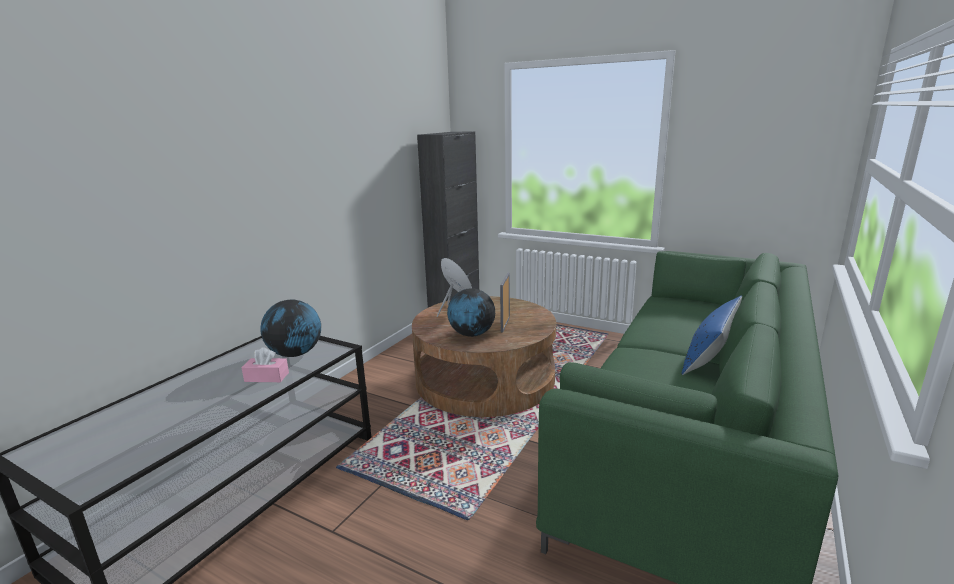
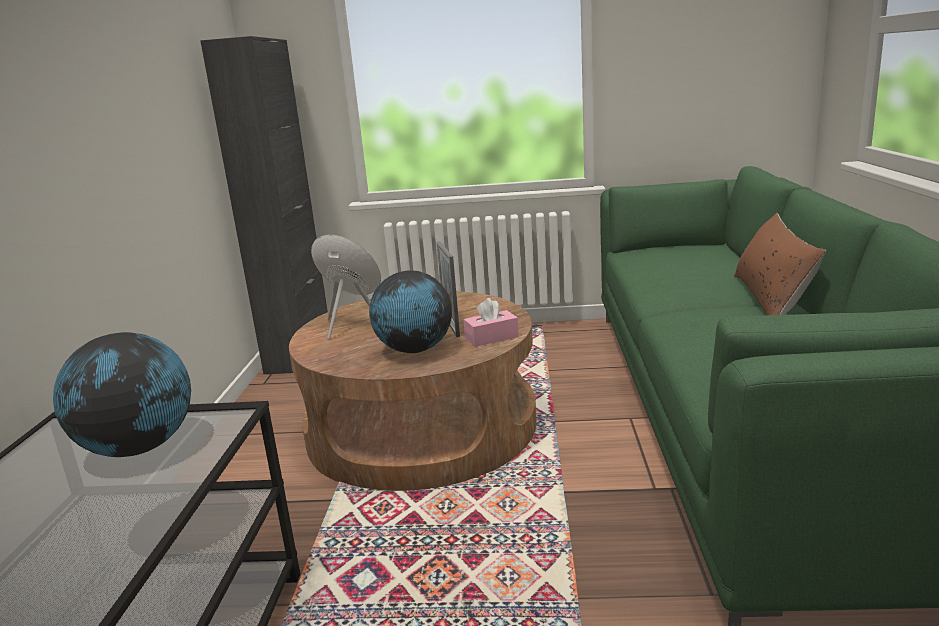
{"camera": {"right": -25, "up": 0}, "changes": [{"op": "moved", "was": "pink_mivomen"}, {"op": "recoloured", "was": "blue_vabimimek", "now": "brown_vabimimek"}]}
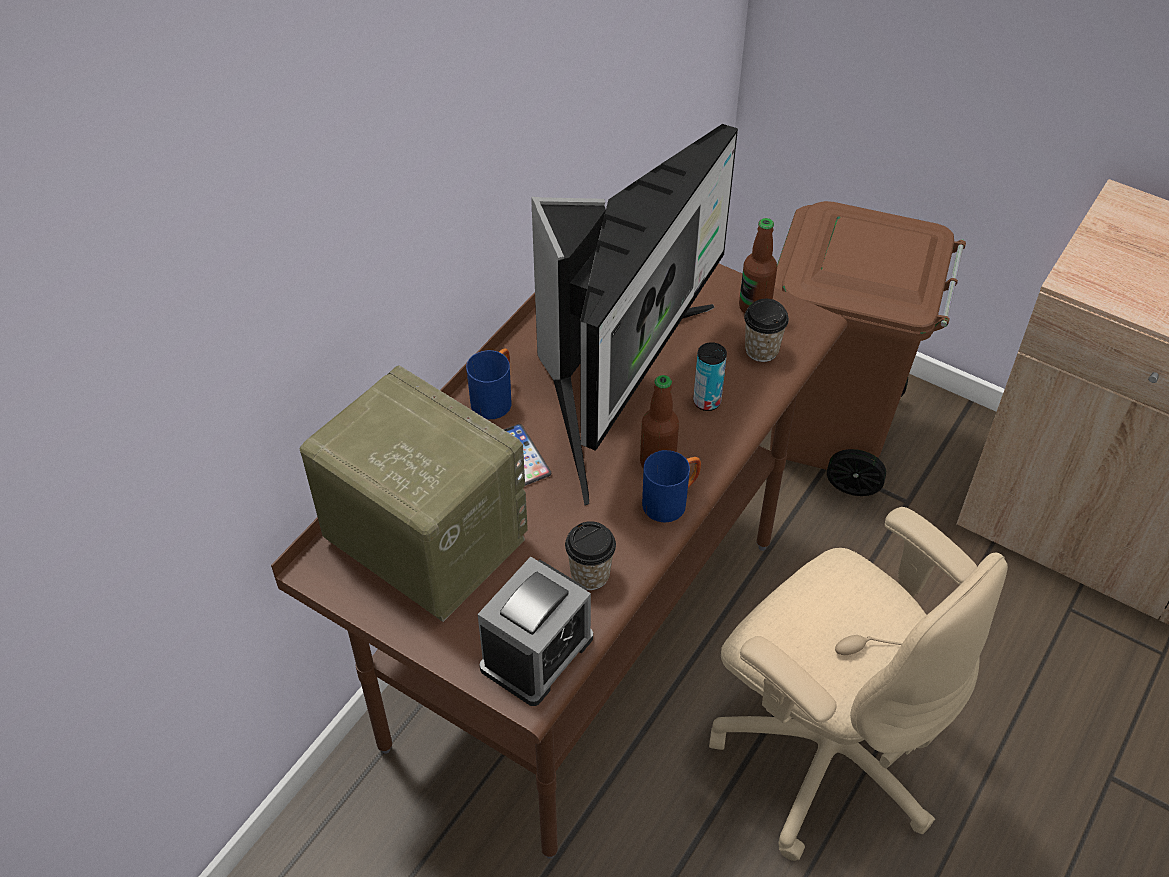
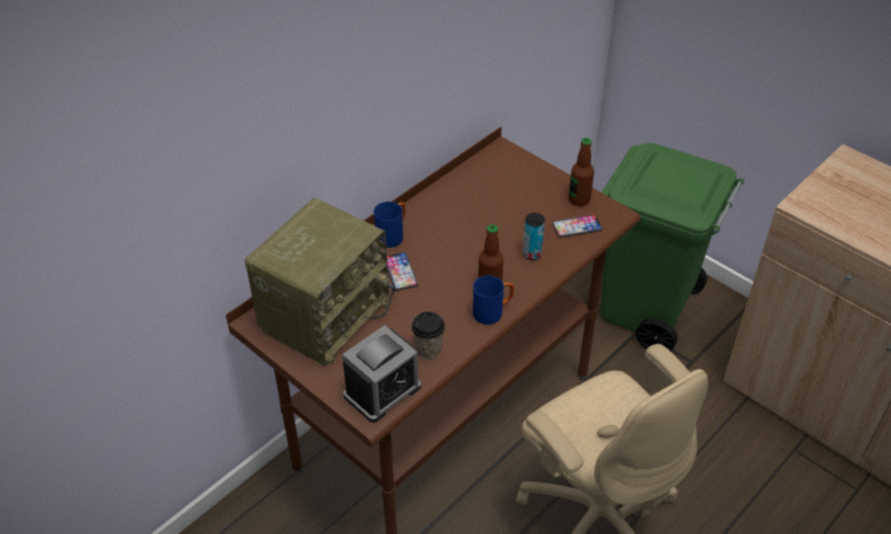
{"camera": {"right": 10, "up": -5}, "changes": [{"op": "removed", "was": "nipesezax"}, {"op": "replaced", "was": "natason (2nd from left)", "now": "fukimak (2nd from left)"}, {"op": "recoloured", "was": "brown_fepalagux", "now": "green_fepalagux"}, {"op": "turned", "was": "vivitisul", "clockwise": 75}]}
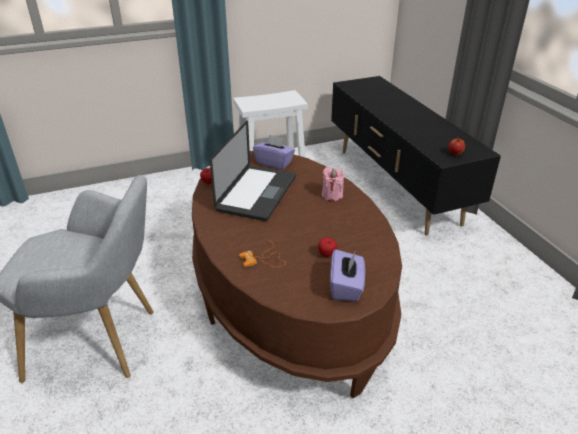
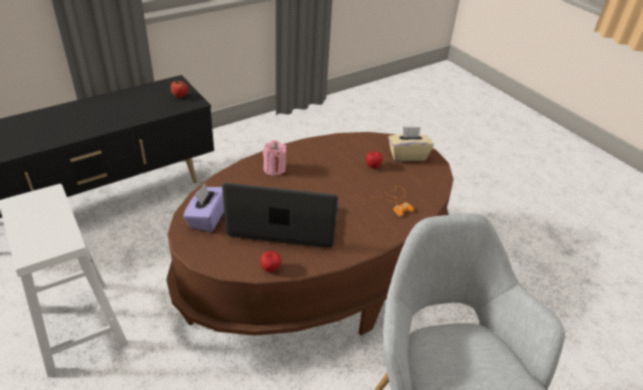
{"camera": {"right": -105, "up": 5}, "changes": [{"op": "recoloured", "was": "purple_mivomen (2nd from left)", "now": "beige_mivomen"}]}
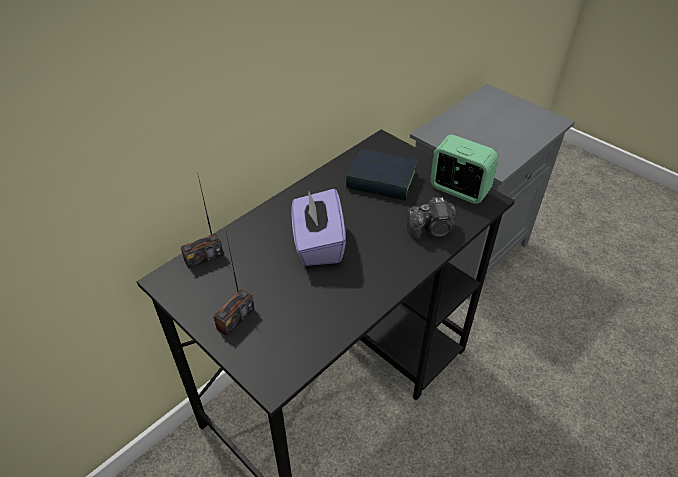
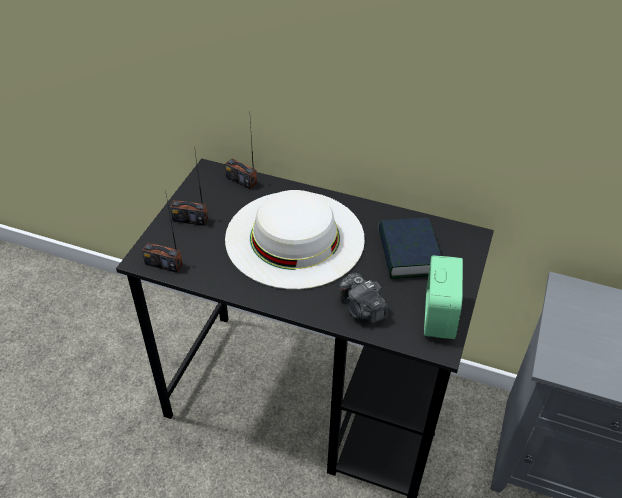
{"camera": {"right": 65, "up": 0}, "changes": [{"op": "added", "now": "vivitisul (1st from left)"}, {"op": "replaced", "was": "purple_mivomen", "now": "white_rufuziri"}]}
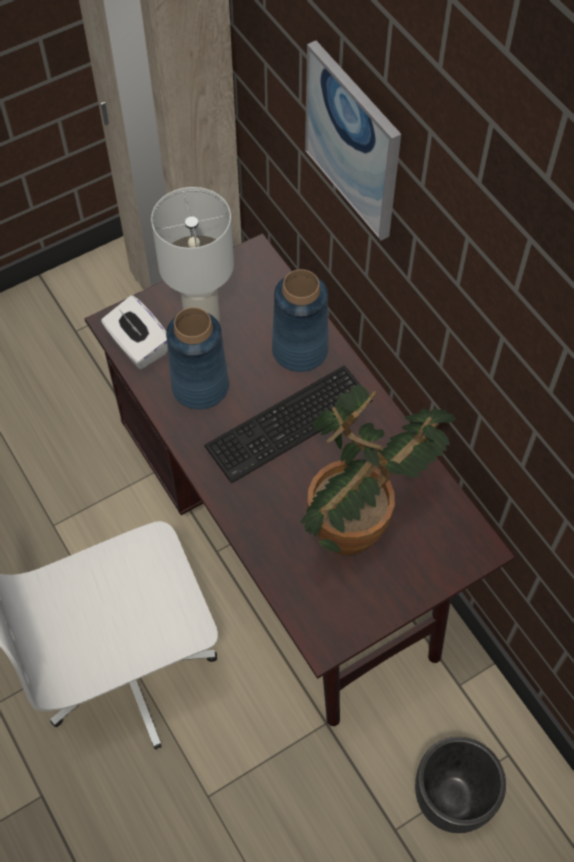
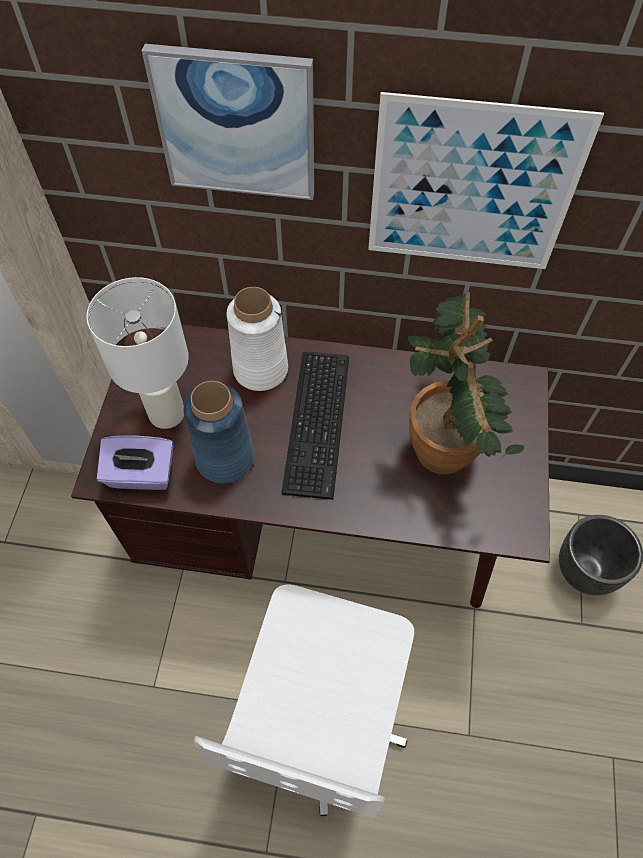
{"camera": {"right": -50, "up": 0}, "changes": [{"op": "added", "now": "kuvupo (2nd from left)"}, {"op": "recoloured", "was": "white_mivomen", "now": "purple_mivomen"}, {"op": "recoloured", "was": "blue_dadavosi (2nd from left)", "now": "white_dadavosi"}]}
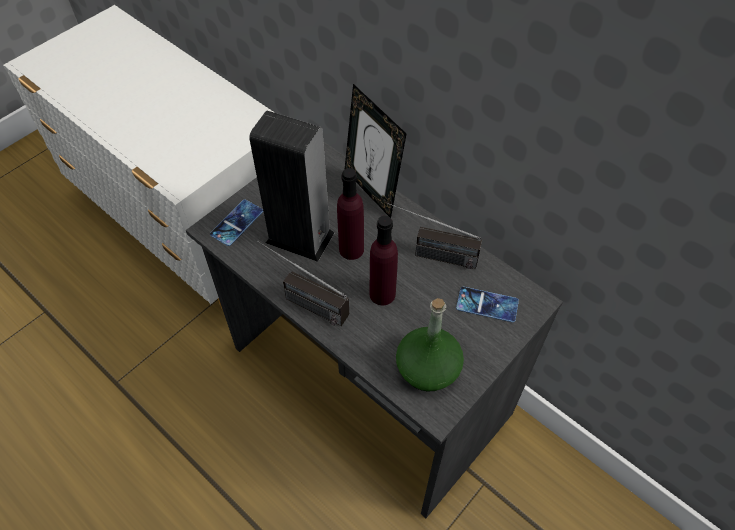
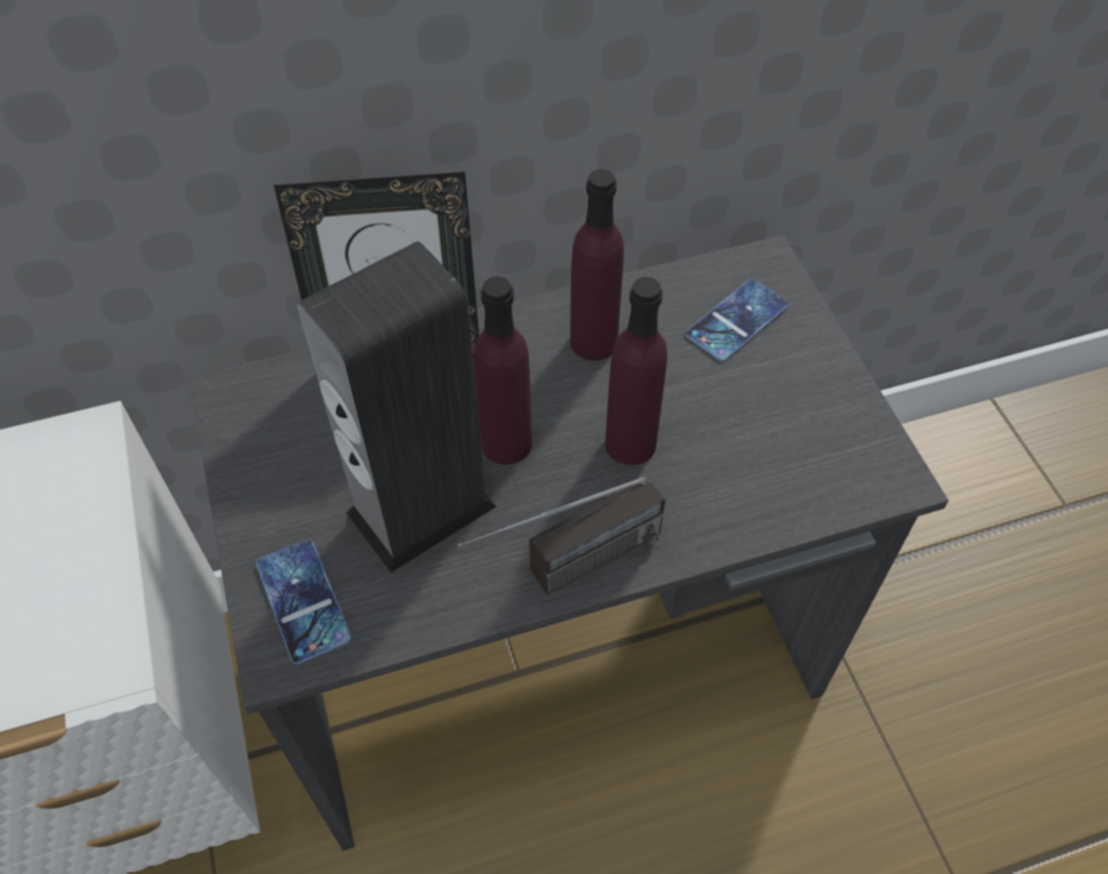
{"camera": {"right": -60, "up": 0}, "changes": [{"op": "removed", "was": "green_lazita"}, {"op": "replaced", "was": "vivitisul (2nd from left)", "now": "purple_lazita (2nd from left)"}]}
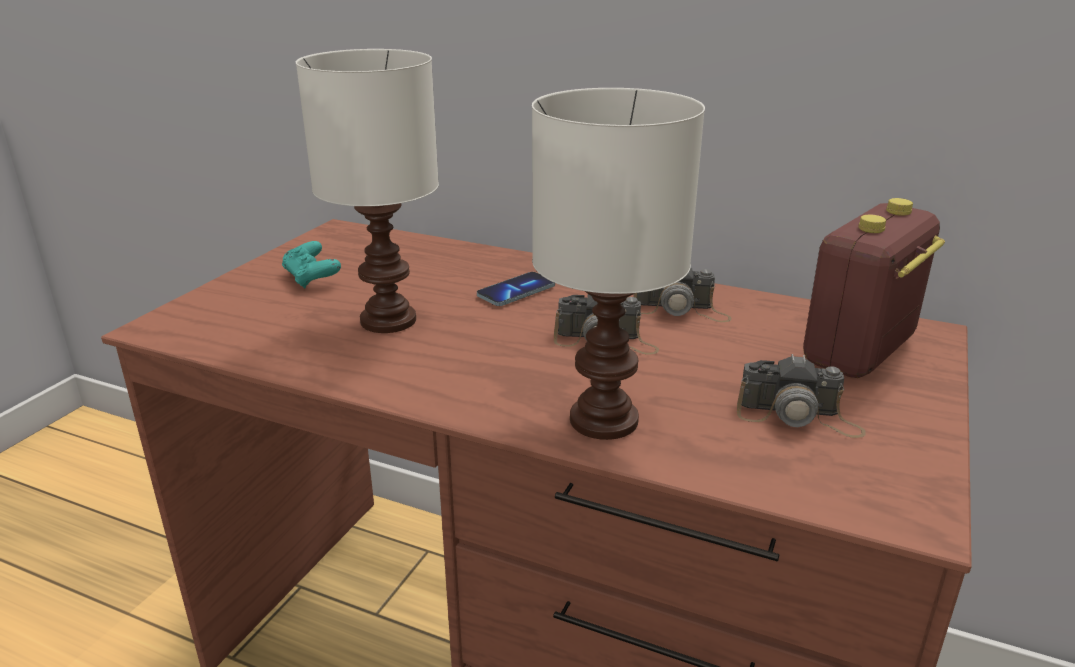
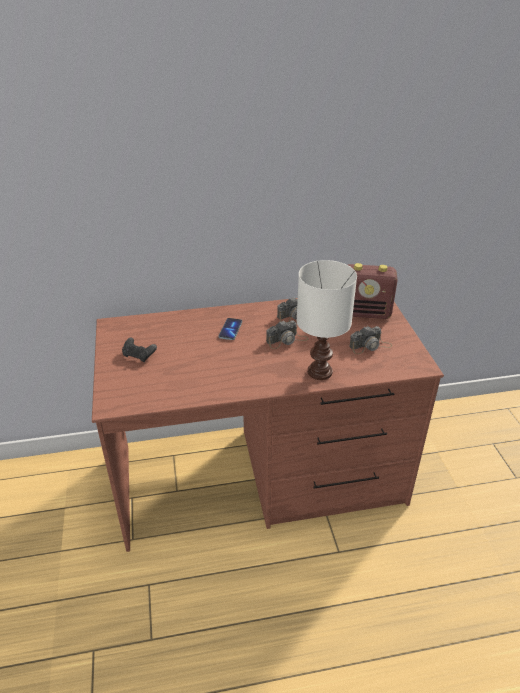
{"camera": {"right": -35, "up": 10}, "changes": [{"op": "removed", "was": "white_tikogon (1st from left)"}, {"op": "recoloured", "was": "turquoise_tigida", "now": "black_tigida"}, {"op": "turned", "was": "vivitisul", "clockwise": -90}]}
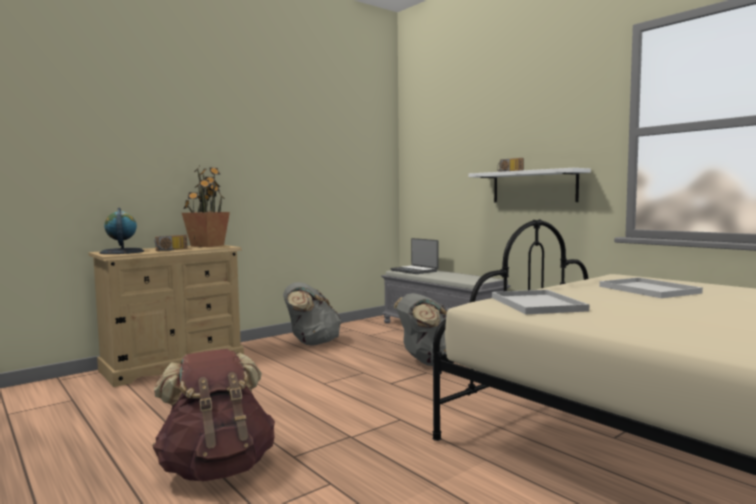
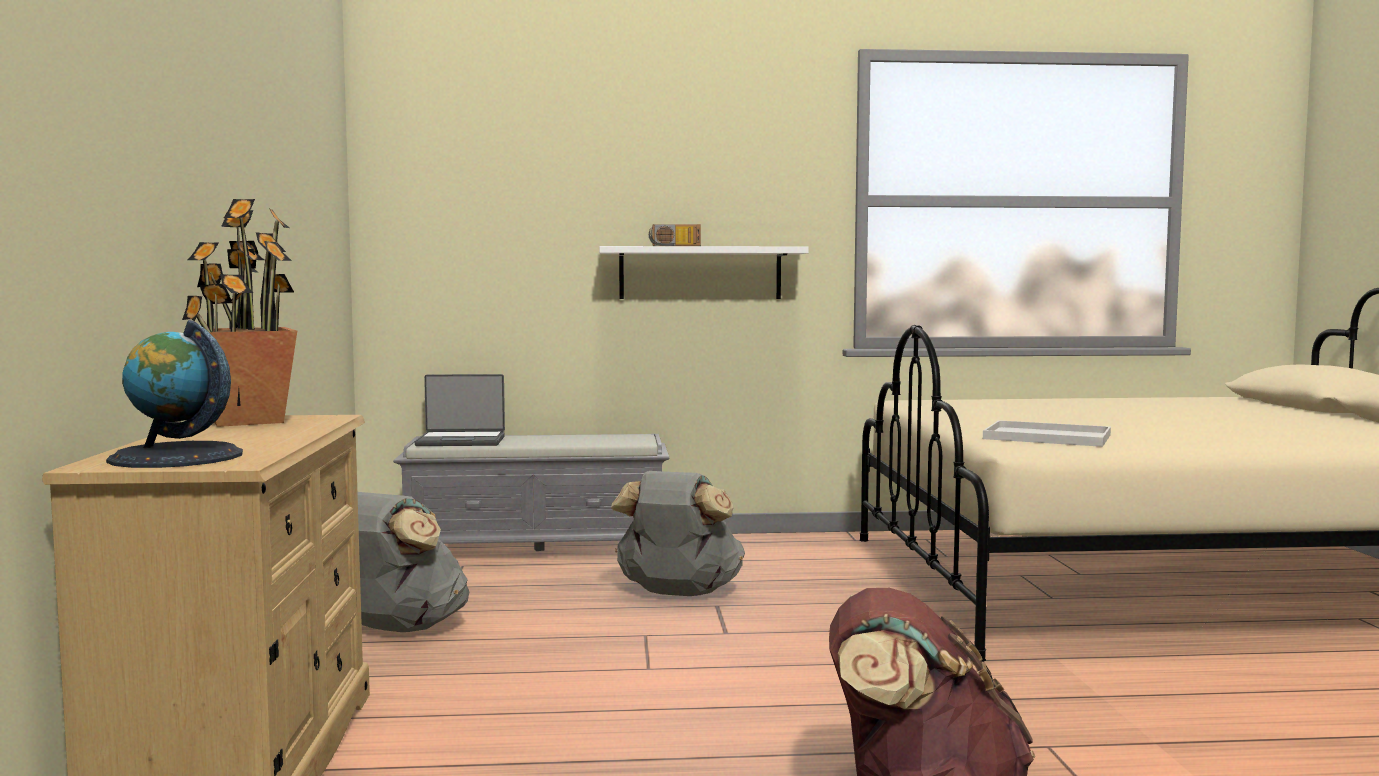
{"camera": {"right": -55, "up": 0}, "changes": [{"op": "removed", "was": "vivitisul (1st from left)"}, {"op": "removed", "was": "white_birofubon (2nd from left)"}]}
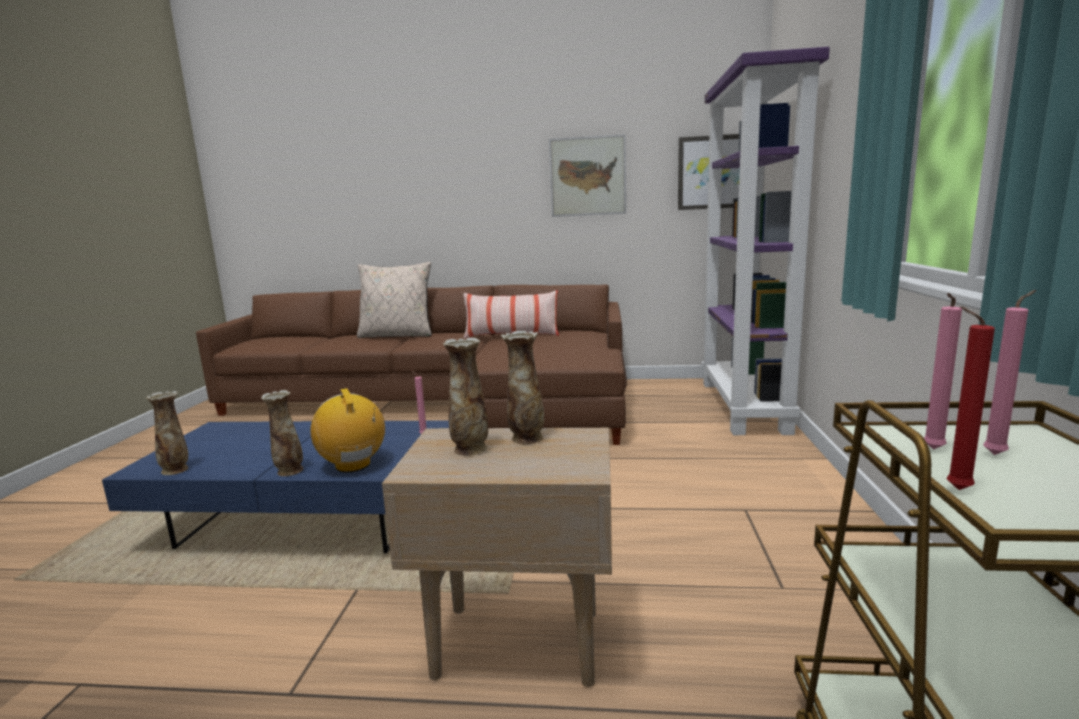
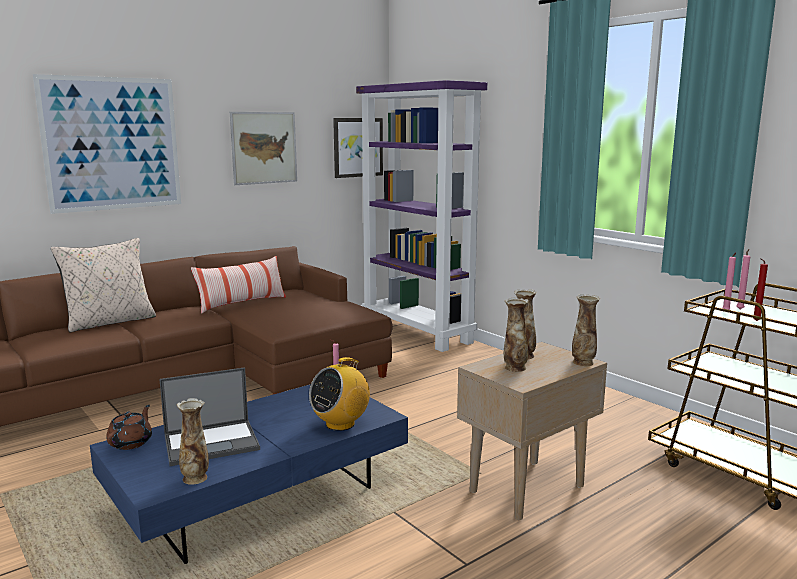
{"camera": {"right": -45, "up": 0}, "changes": [{"op": "added", "now": "kuvupo (1st from left)"}, {"op": "added", "now": "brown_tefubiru"}, {"op": "added", "now": "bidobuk"}, {"op": "moved", "was": "dadavosi (2nd from left in the first image)", "now": "dadavosi (4th from left)"}, {"op": "turned", "was": "vivitisul", "clockwise": -60}]}
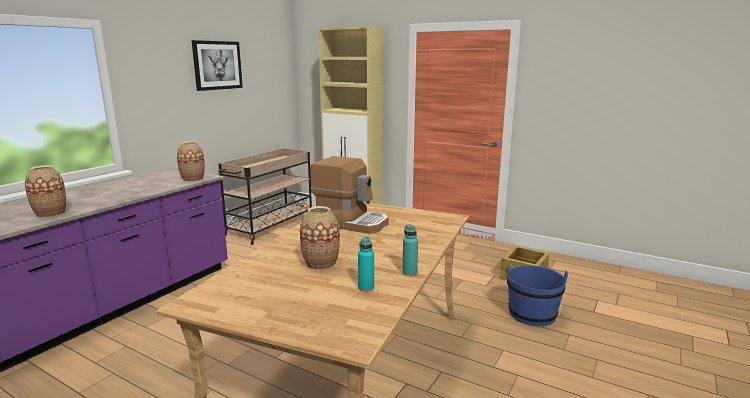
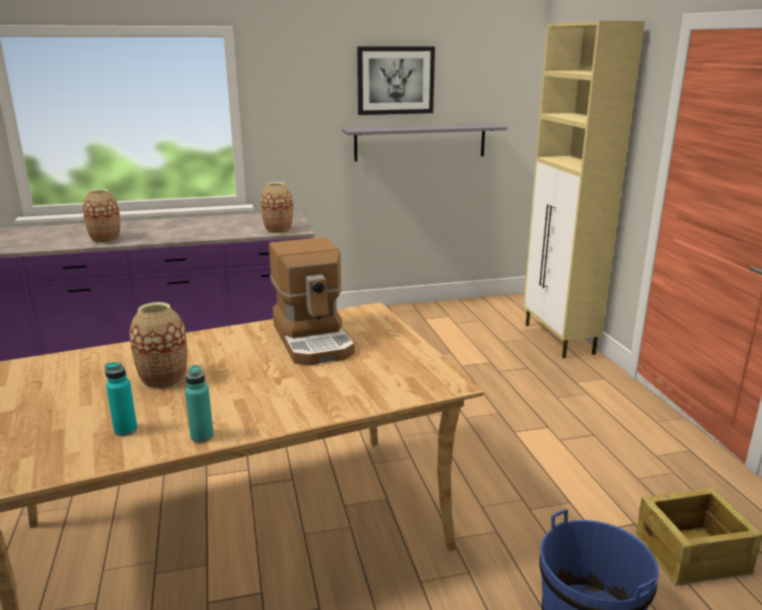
{"camera": {"right": 45, "up": 5}, "changes": [{"op": "removed", "was": "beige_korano"}, {"op": "added", "now": "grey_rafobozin"}]}
